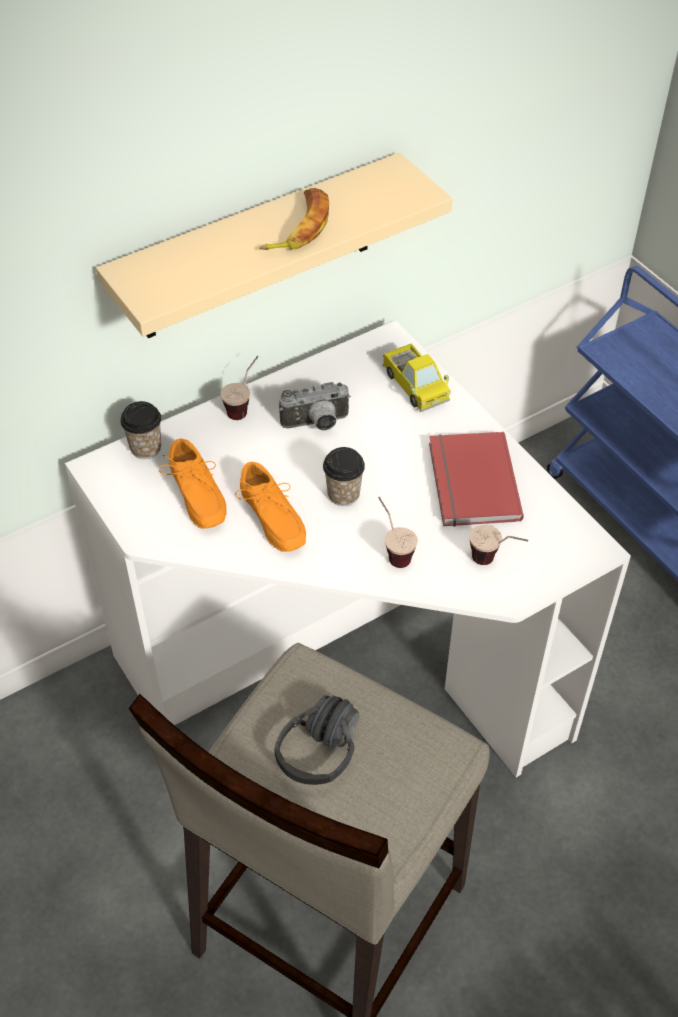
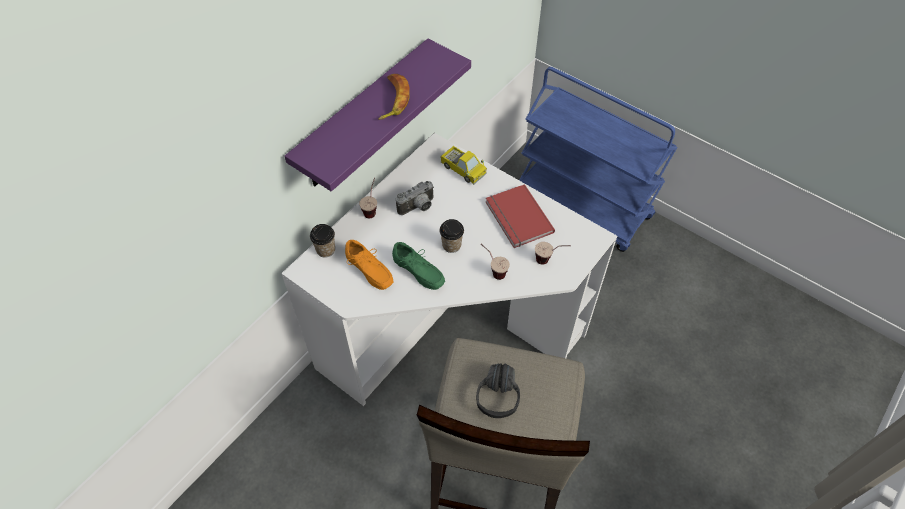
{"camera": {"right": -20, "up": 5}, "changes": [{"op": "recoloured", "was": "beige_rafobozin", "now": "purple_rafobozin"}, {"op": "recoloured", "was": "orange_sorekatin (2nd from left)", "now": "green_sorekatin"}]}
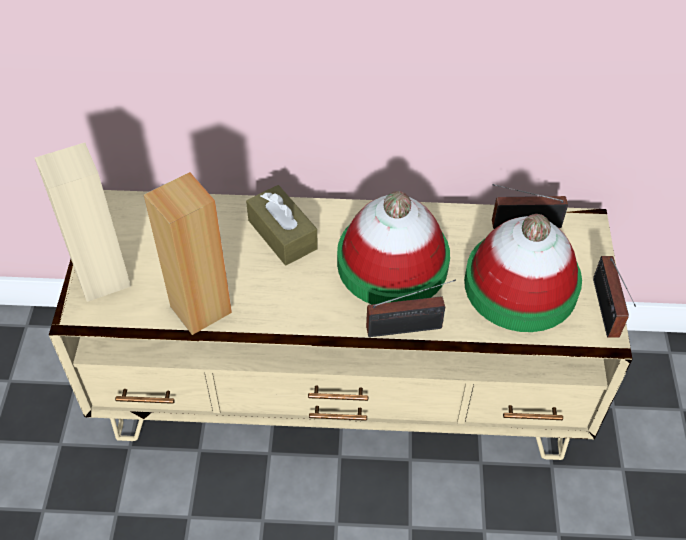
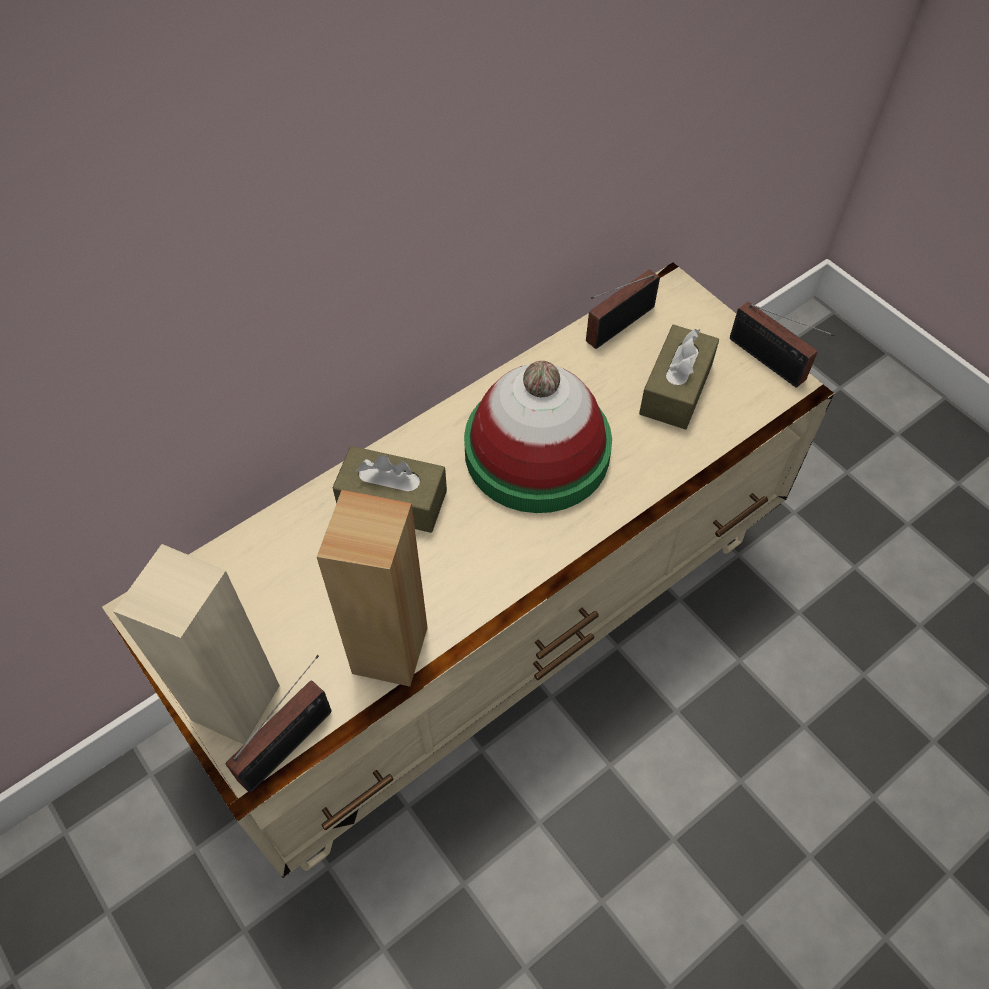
{"camera": {"right": -40, "up": 5}, "changes": [{"op": "moved", "was": "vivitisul (1st from left)"}, {"op": "replaced", "was": "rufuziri (2nd from left)", "now": "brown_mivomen (2nd from left)"}]}
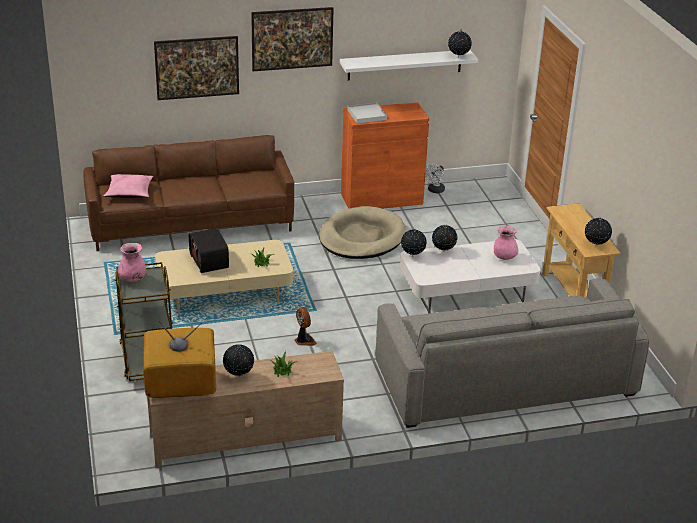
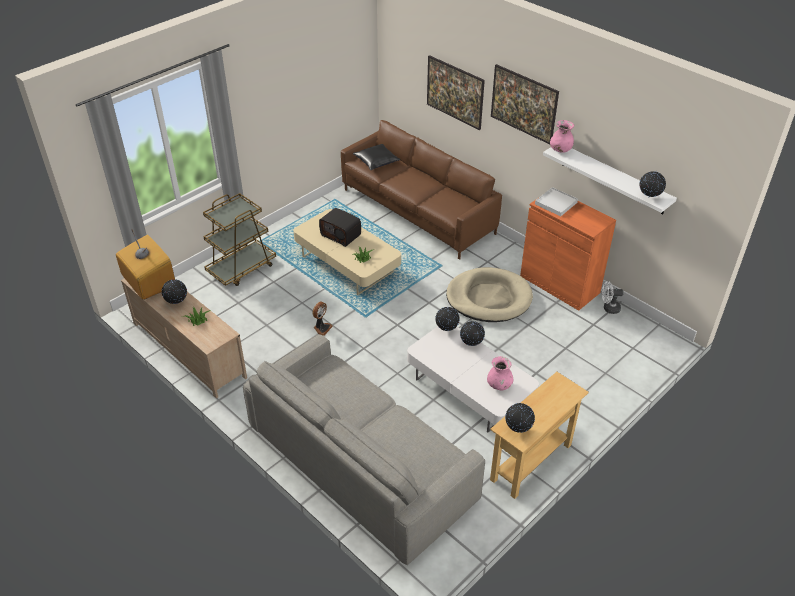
{"camera": {"right": 60, "up": 10}, "changes": [{"op": "moved", "was": "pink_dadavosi (1st from left in the first image)", "now": "pink_dadavosi (2nd from left)"}, {"op": "recoloured", "was": "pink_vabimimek", "now": "black_vabimimek"}, {"op": "turned", "was": "vivitisul", "clockwise": -90}]}
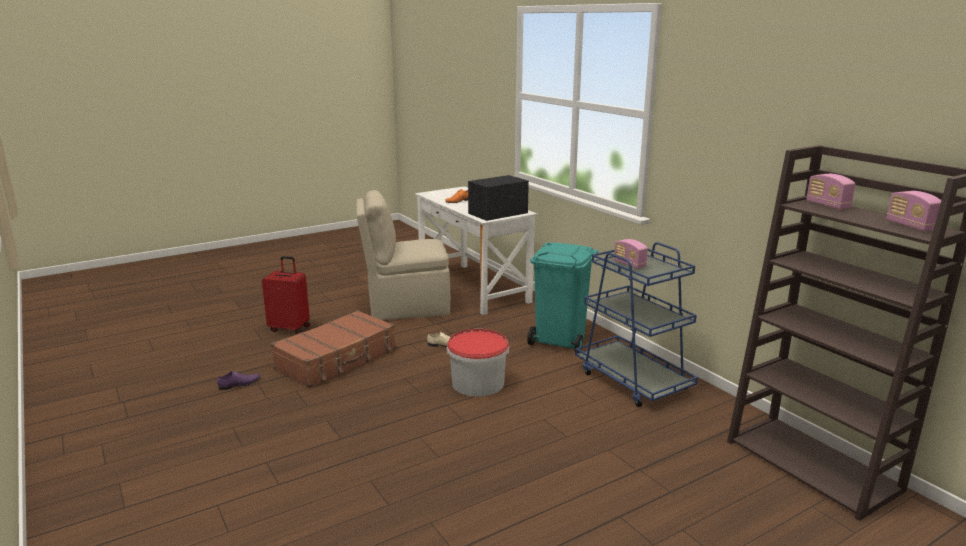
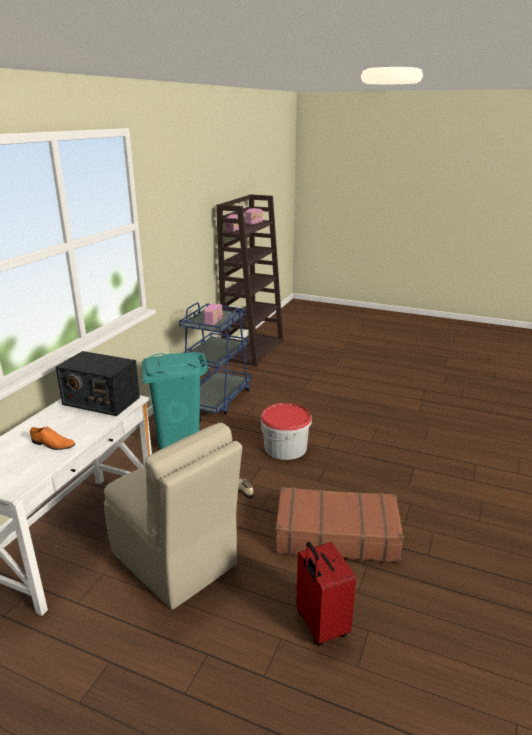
{"camera": {"right": -125, "up": 5}, "changes": [{"op": "removed", "was": "purple_sorekatin"}]}
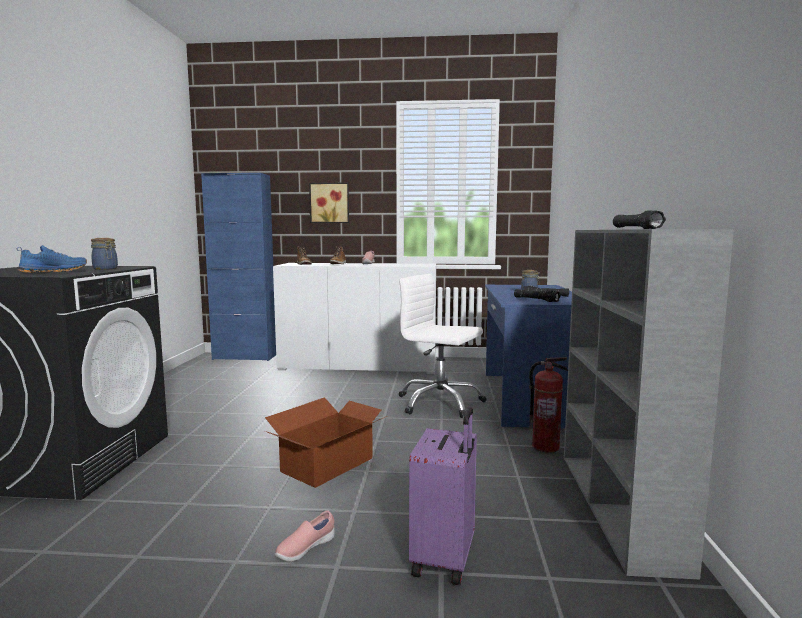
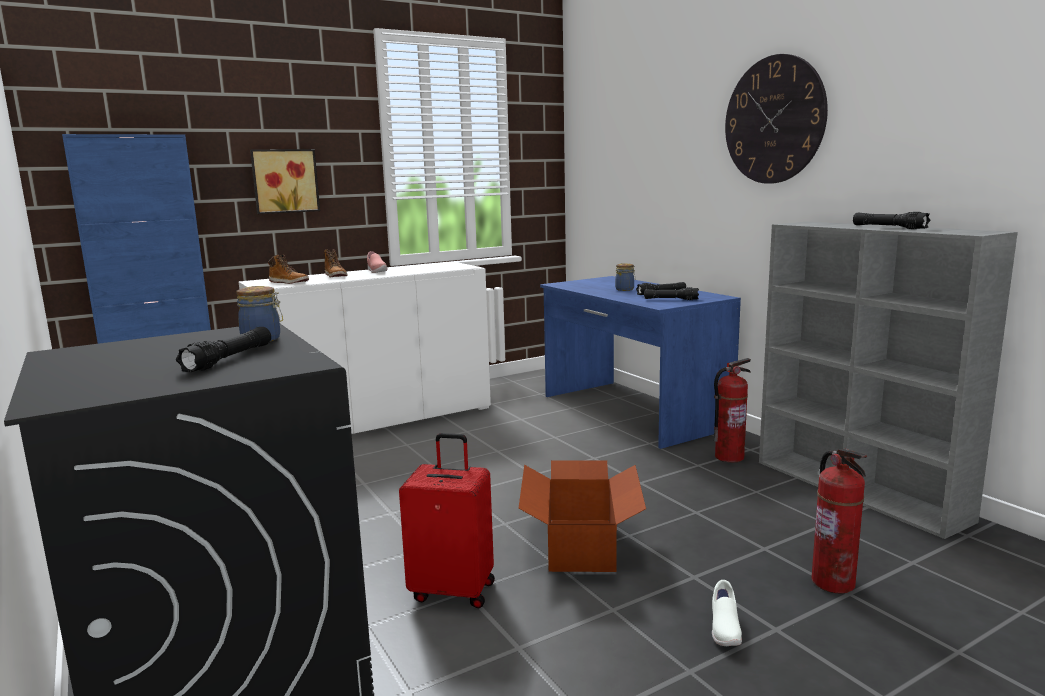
{"camera": {"right": -35, "up": 5}, "changes": [{"op": "removed", "was": "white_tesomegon"}, {"op": "added", "now": "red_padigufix"}, {"op": "added", "now": "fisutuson"}, {"op": "replaced", "was": "blue_sorekatin", "now": "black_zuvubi (1st from left)"}, {"op": "replaced", "was": "purple_padigufix", "now": "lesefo (2nd from left)"}, {"op": "recoloured", "was": "pink_sorekatin (1st from left)", "now": "white_sorekatin"}]}
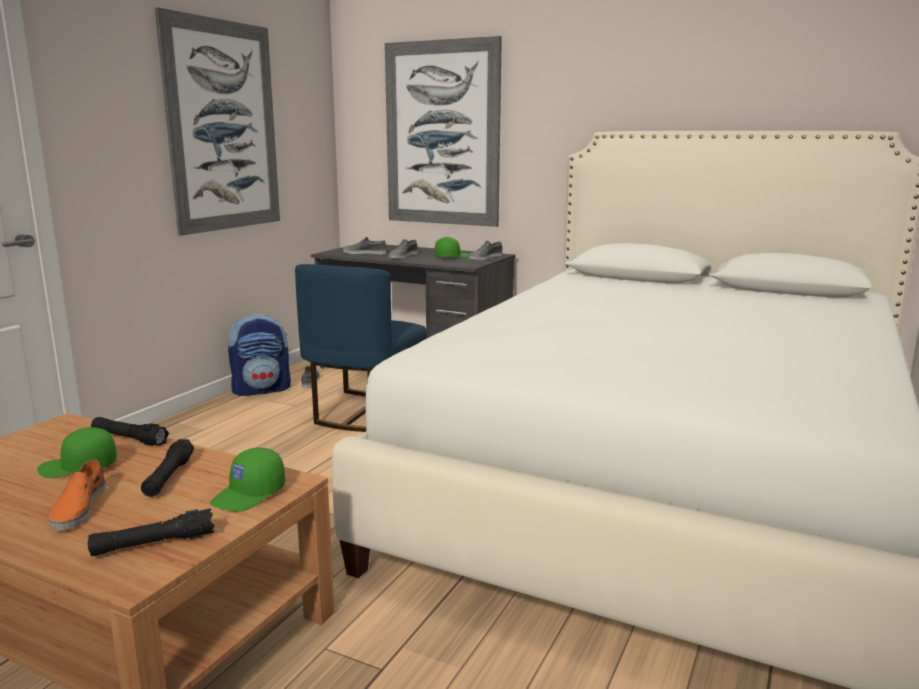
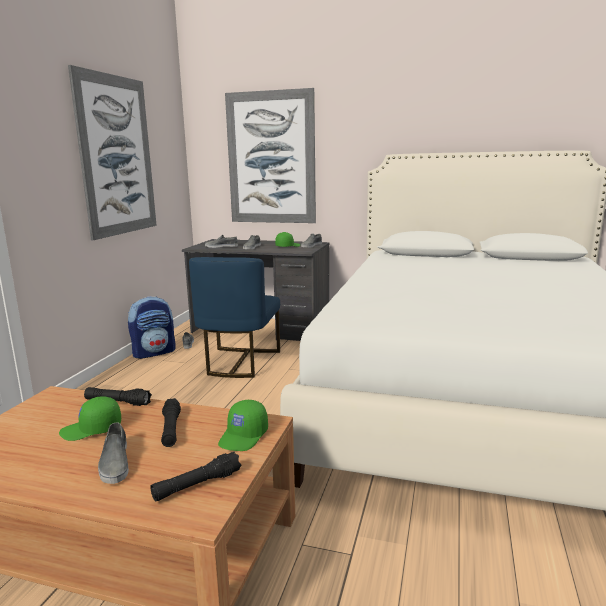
{"camera": {"right": -10, "up": 0}, "changes": [{"op": "recoloured", "was": "orange_sorekatin", "now": "grey_sorekatin (1st from left)"}]}
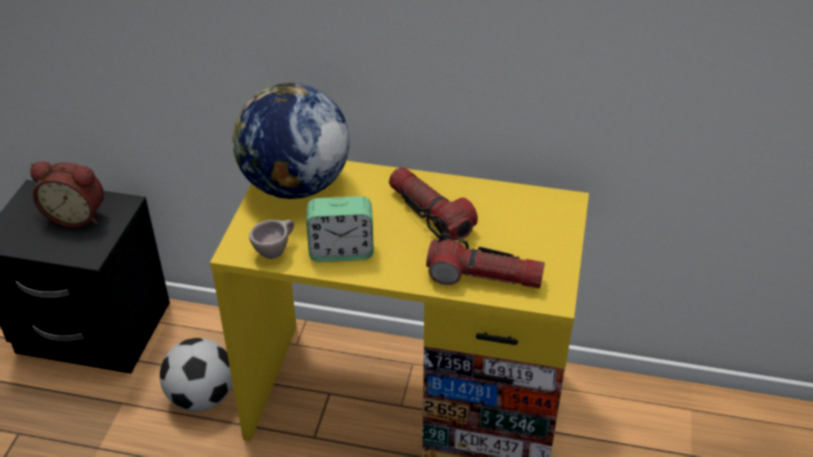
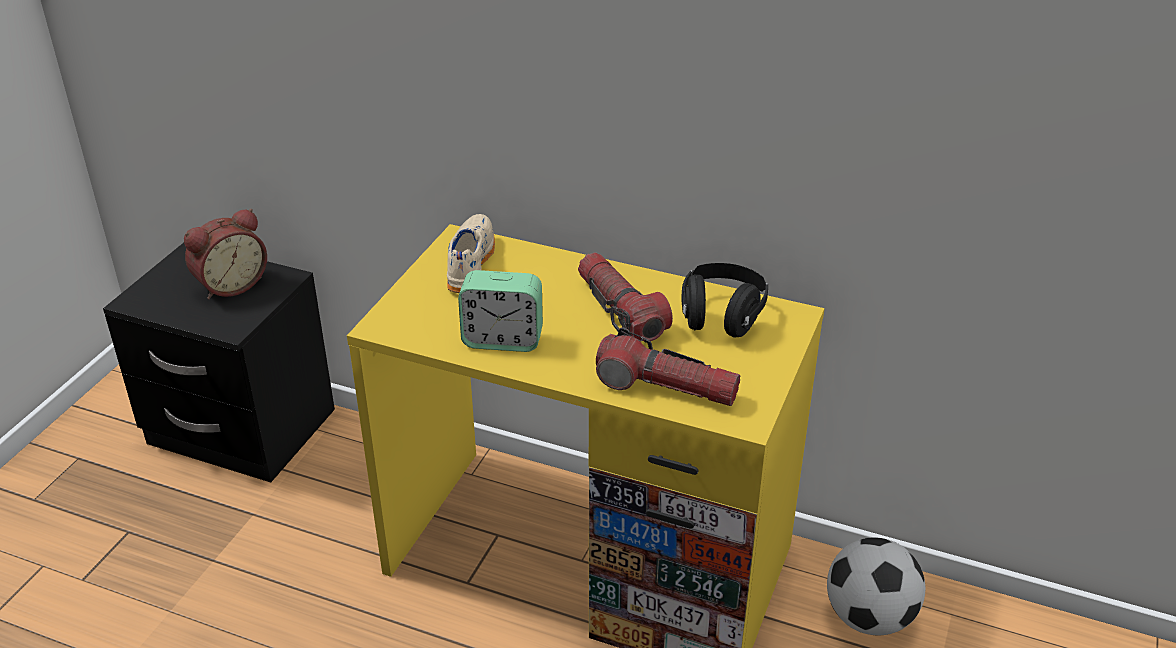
{"camera": {"right": 10, "up": -5}, "changes": [{"op": "removed", "was": "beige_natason"}, {"op": "added", "now": "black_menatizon"}, {"op": "moved", "was": "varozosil"}, {"op": "replaced", "was": "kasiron", "now": "beige_sorekatin"}, {"op": "turned", "was": "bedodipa (1st from left)", "clockwise": -60}]}
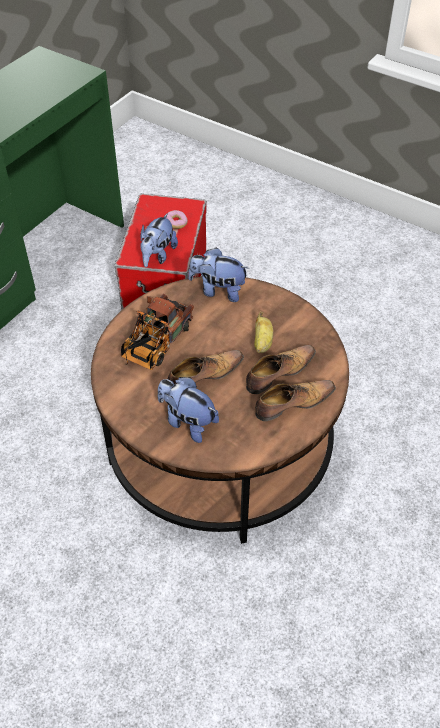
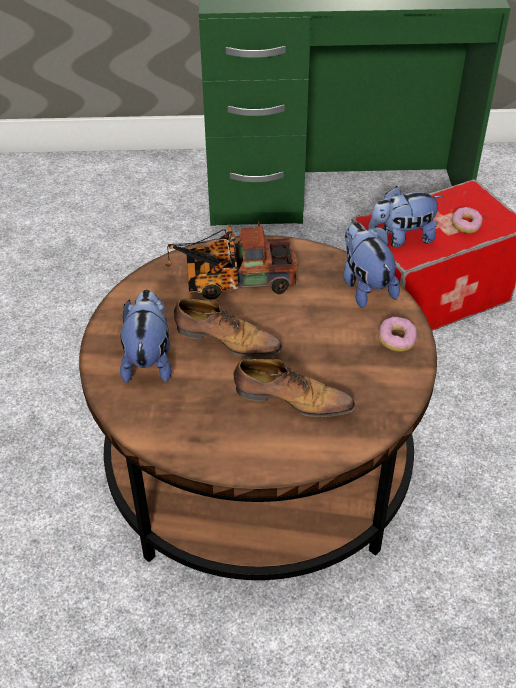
{"camera": {"right": 55, "up": -5}, "changes": [{"op": "removed", "was": "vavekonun"}, {"op": "removed", "was": "sorekatin (3rd from left)"}, {"op": "added", "now": "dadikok (1st from left)"}]}
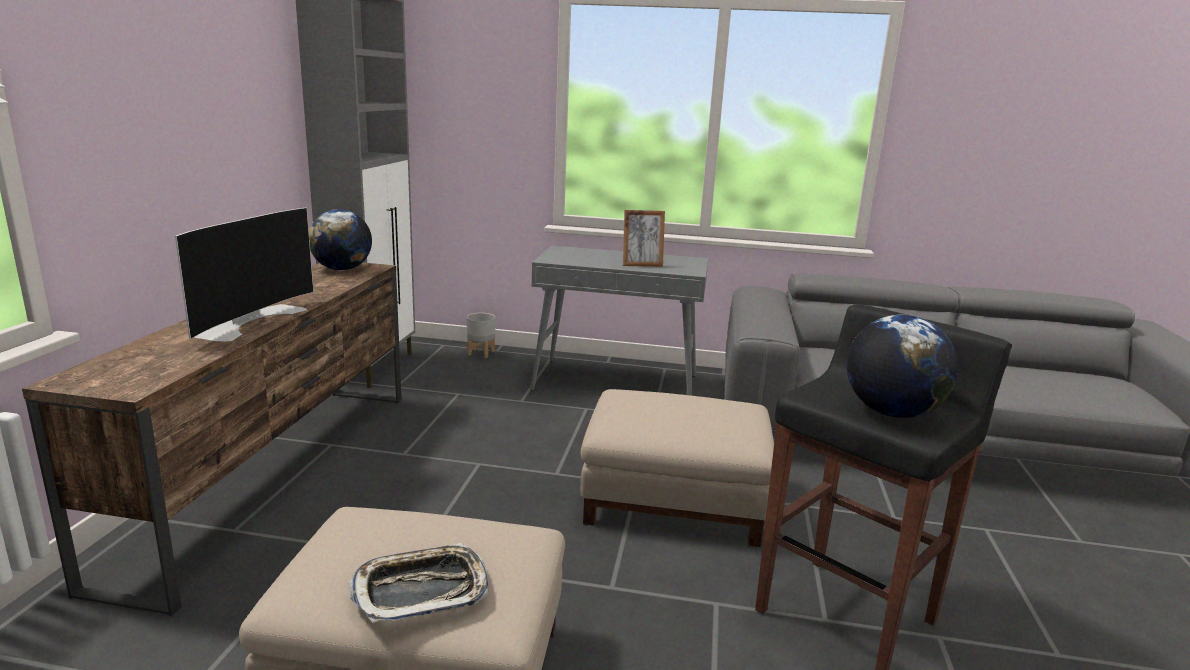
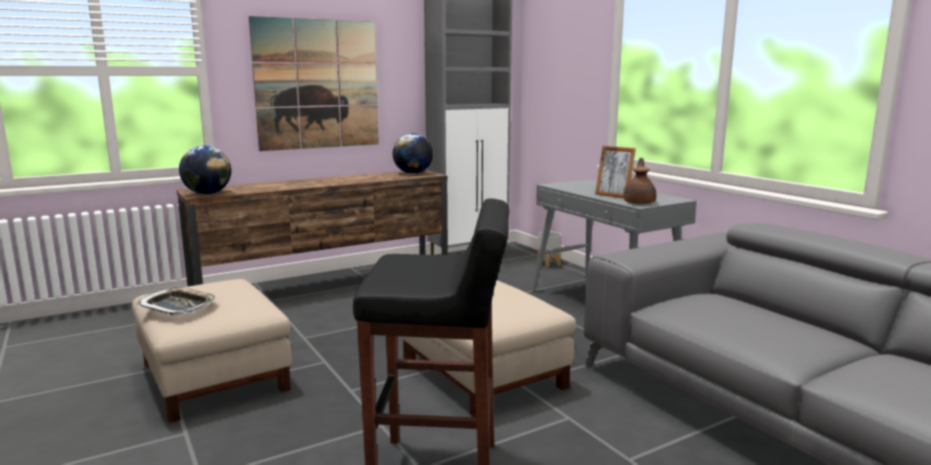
{"camera": {"right": 50, "up": -5}, "changes": [{"op": "removed", "was": "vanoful"}, {"op": "added", "now": "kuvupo"}, {"op": "added", "now": "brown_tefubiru"}, {"op": "moved", "was": "kasiron (2nd from left in the first image)", "now": "kasiron (1st from left)"}]}
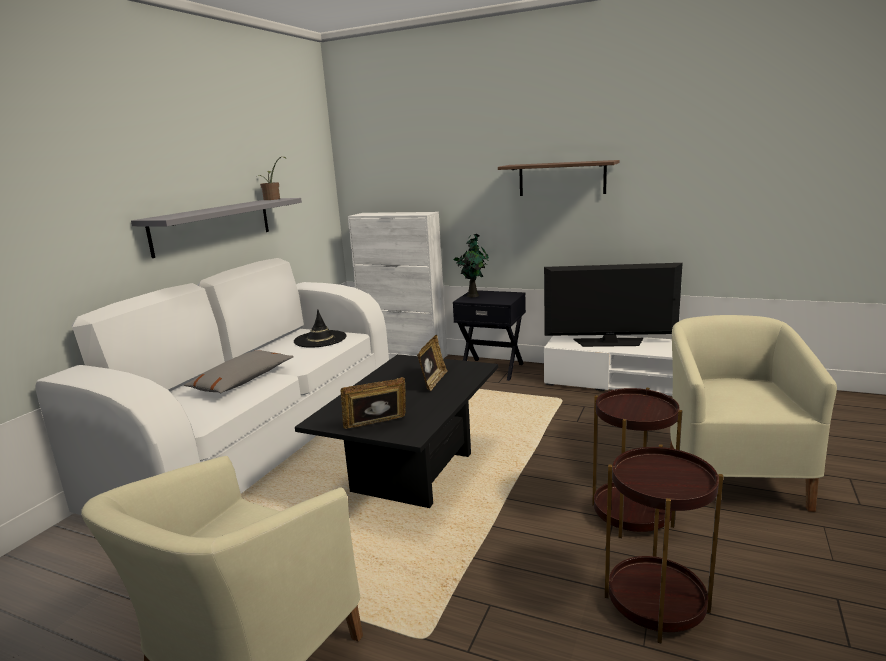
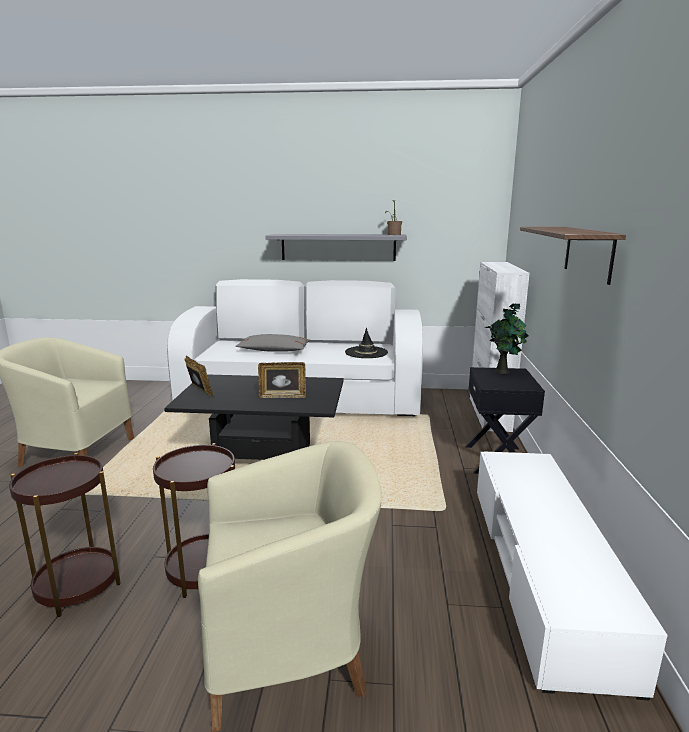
{"camera": {"right": 70, "up": 0}, "changes": [{"op": "removed", "was": "vanoful"}]}
